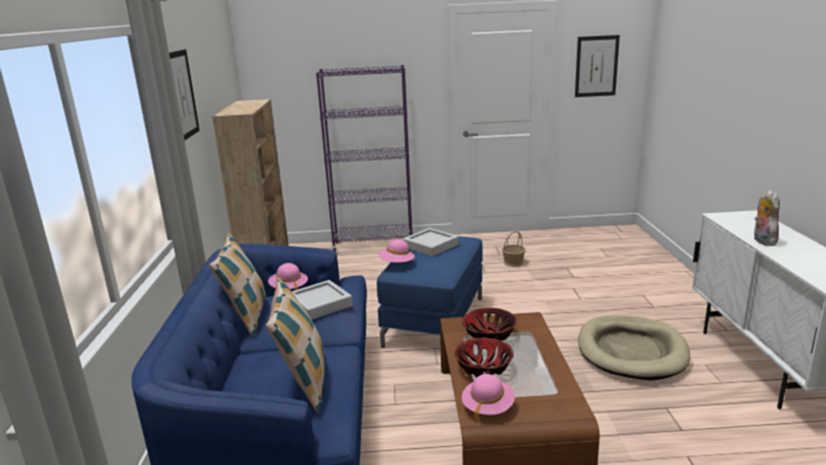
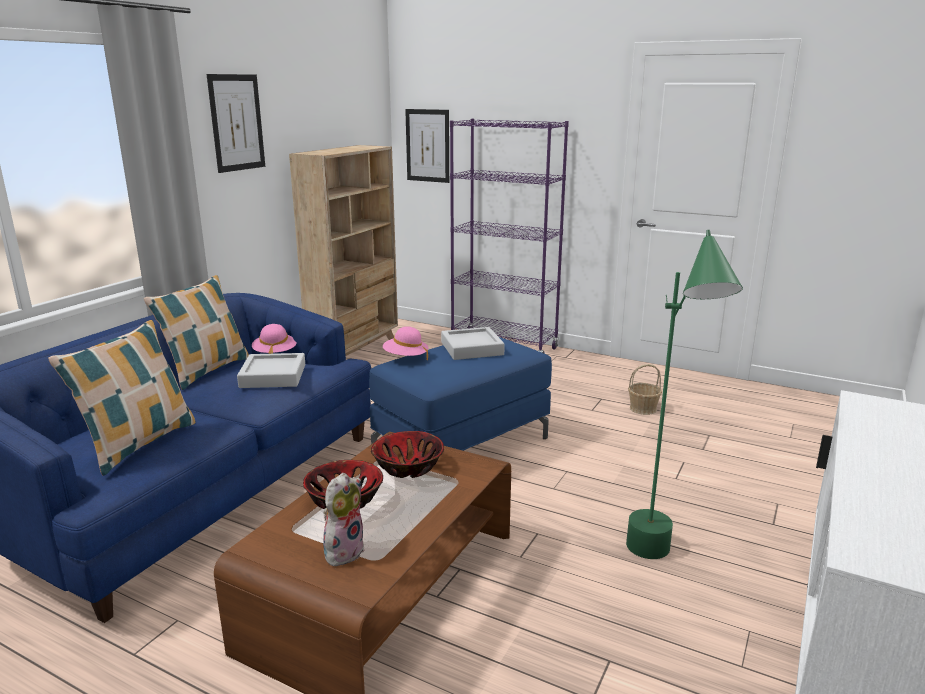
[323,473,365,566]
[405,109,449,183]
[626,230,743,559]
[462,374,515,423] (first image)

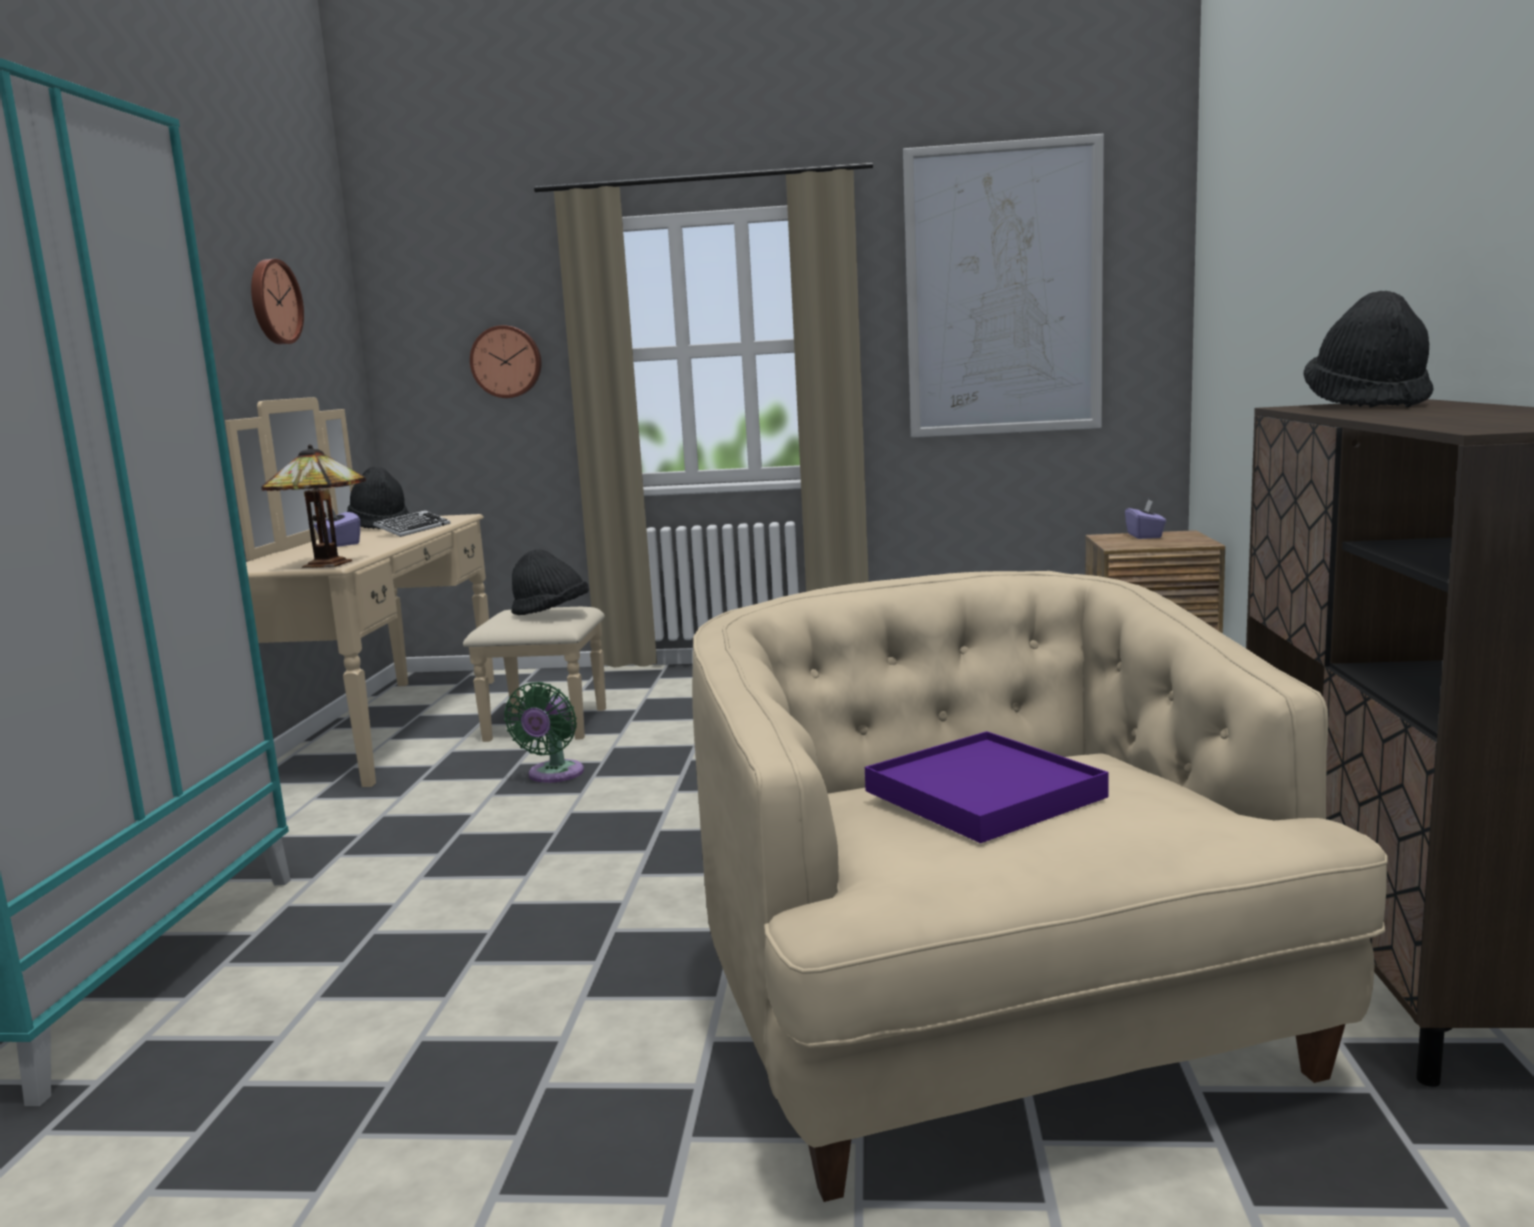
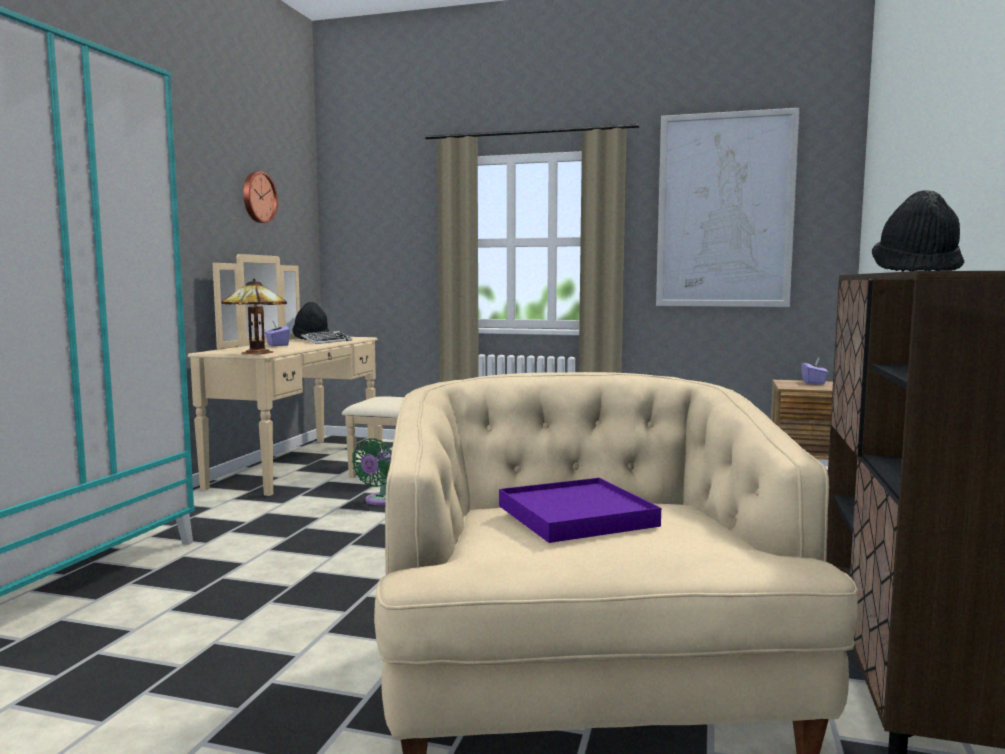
[470,325,541,398] (first image)
[511,549,589,615] (first image)

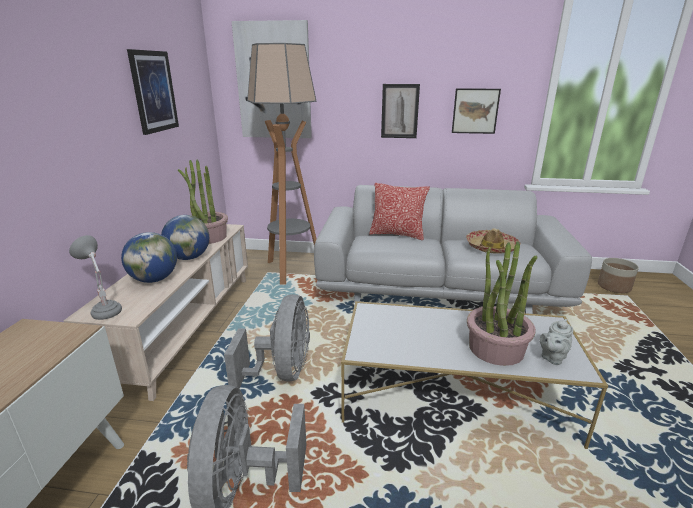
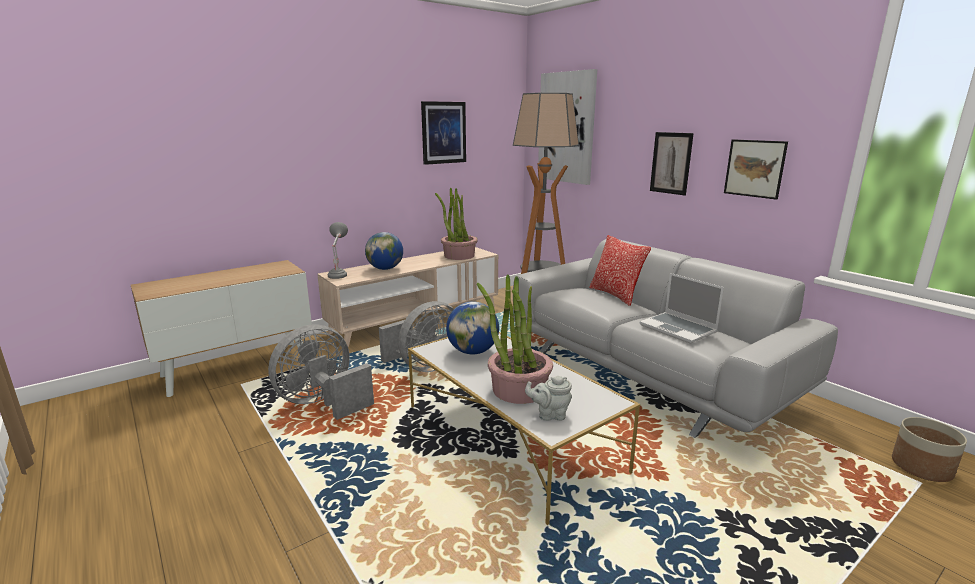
[446,301,499,354]
[640,273,724,344]

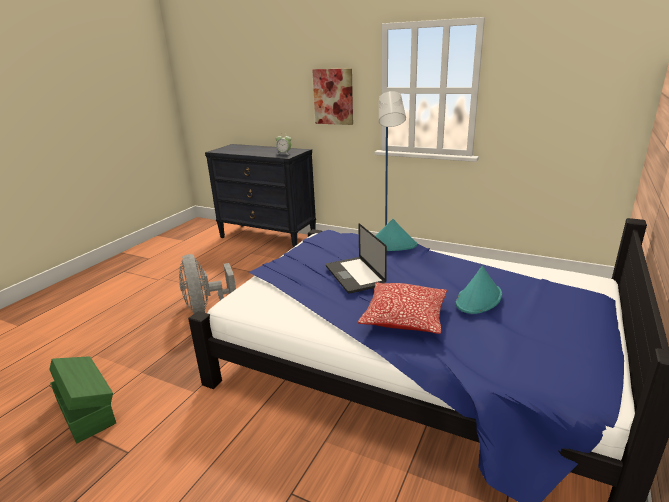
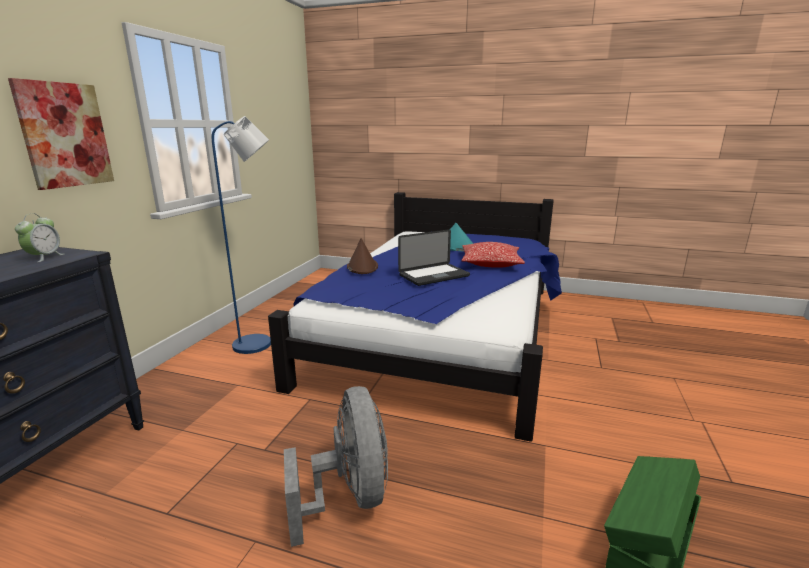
[284,386,388,547]
[347,238,378,274]

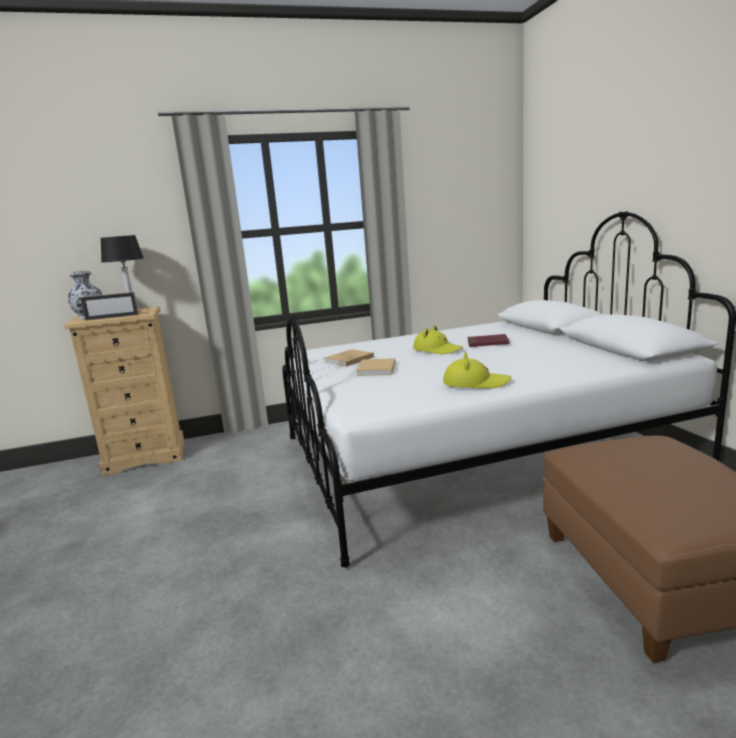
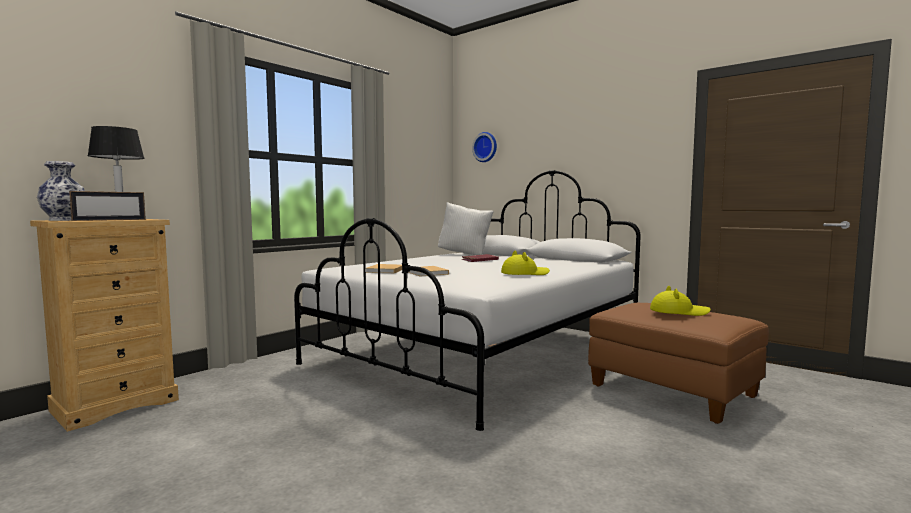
[438,202,494,255]
[472,132,497,162]
[650,286,711,316]

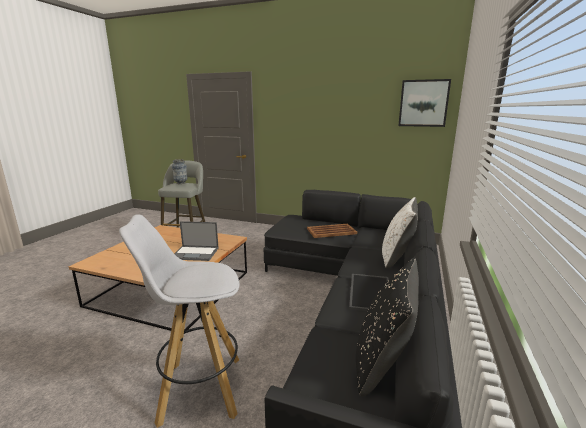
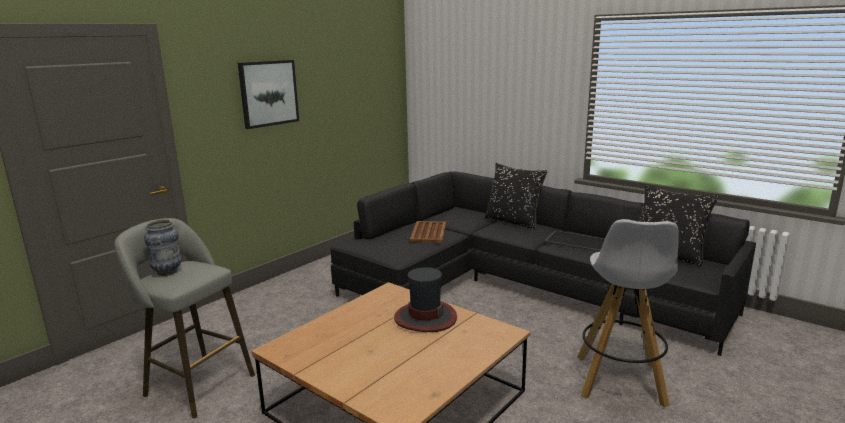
[238,60,299,129]
[394,267,457,332]
[485,163,547,229]

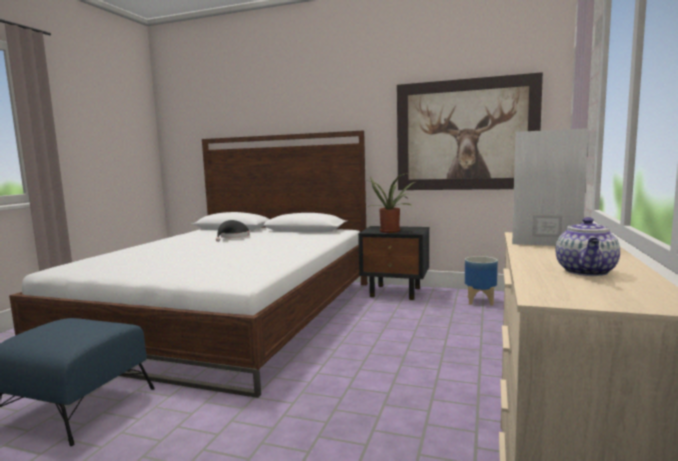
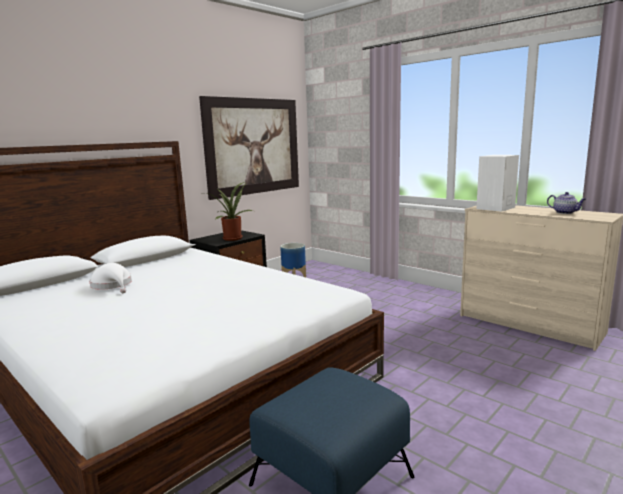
[89,263,132,293]

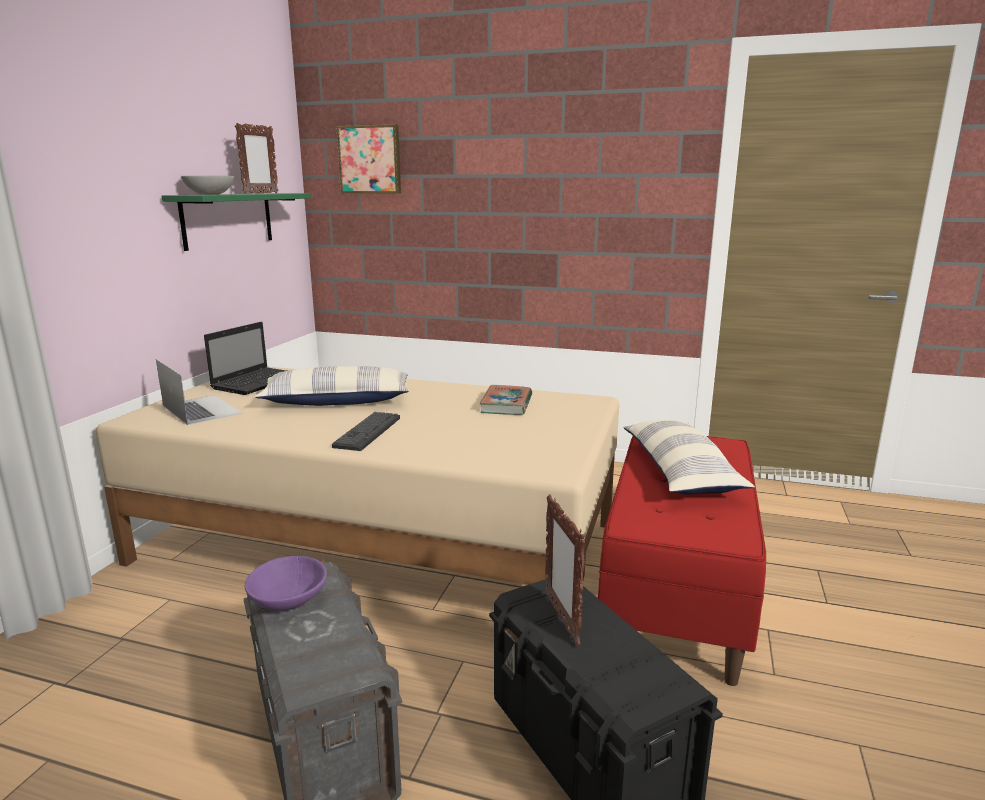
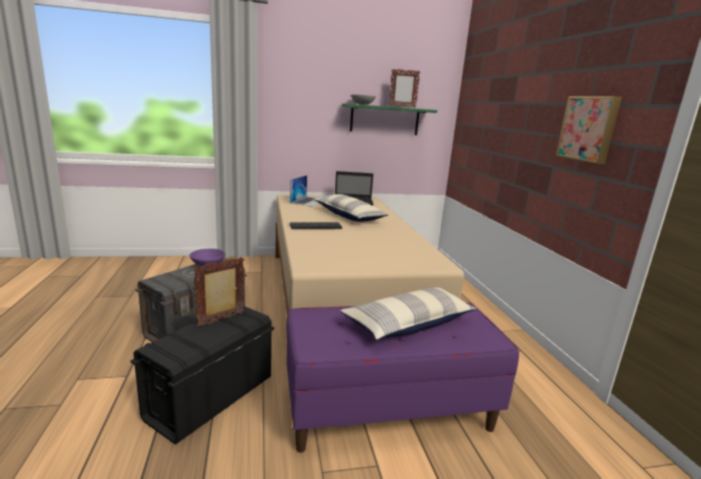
[286,302,519,453]
[556,96,622,164]
[479,385,532,415] (first image)

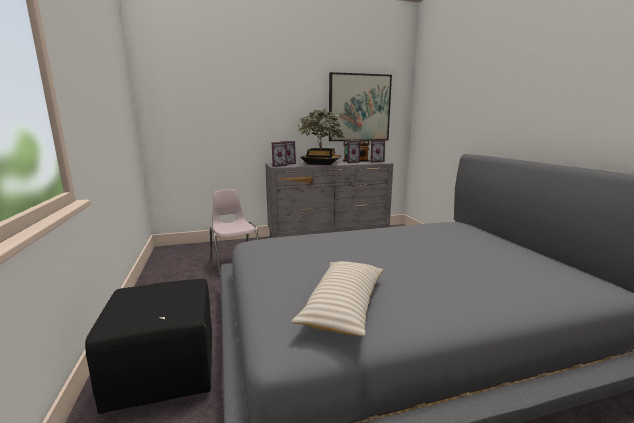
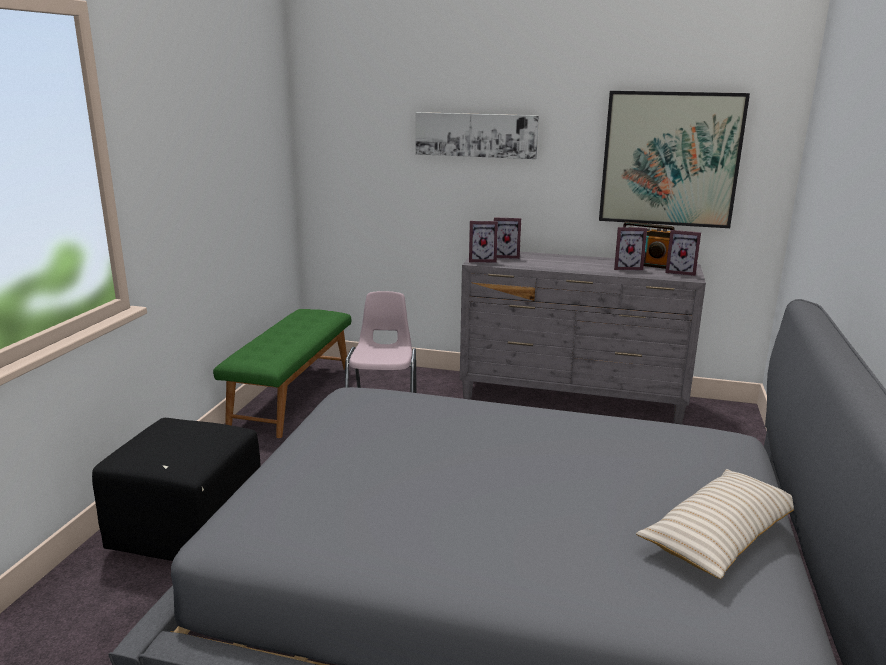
[213,309,351,438]
[416,112,539,159]
[636,469,794,579]
[297,108,344,165] (first image)

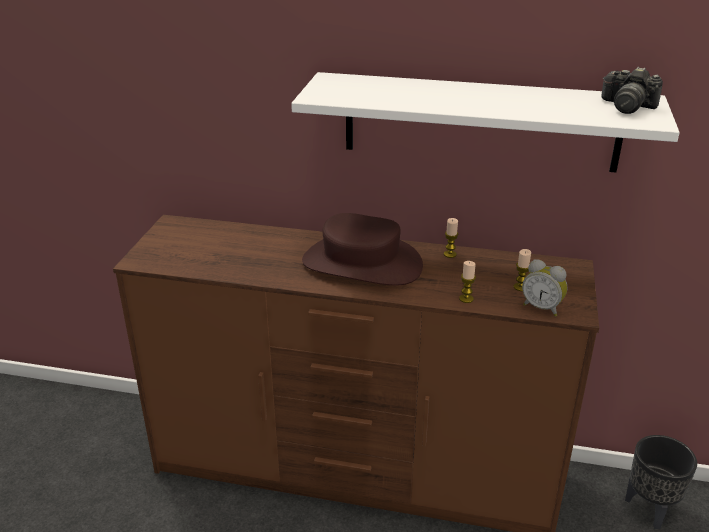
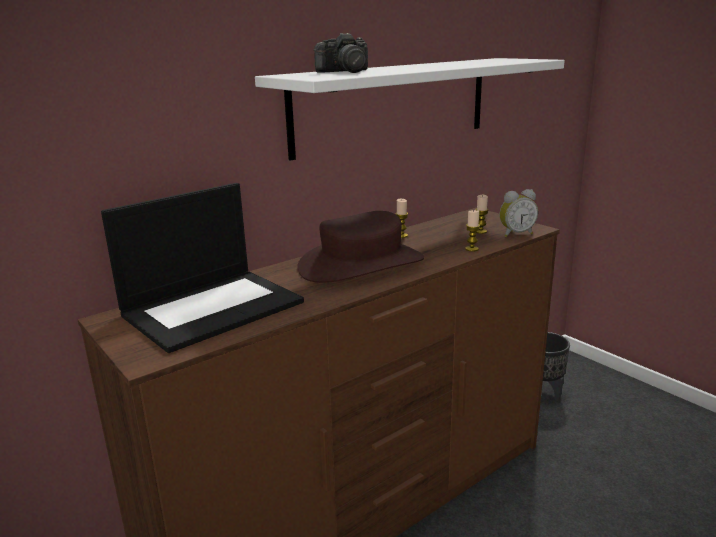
[101,183,304,353]
[313,33,368,73]

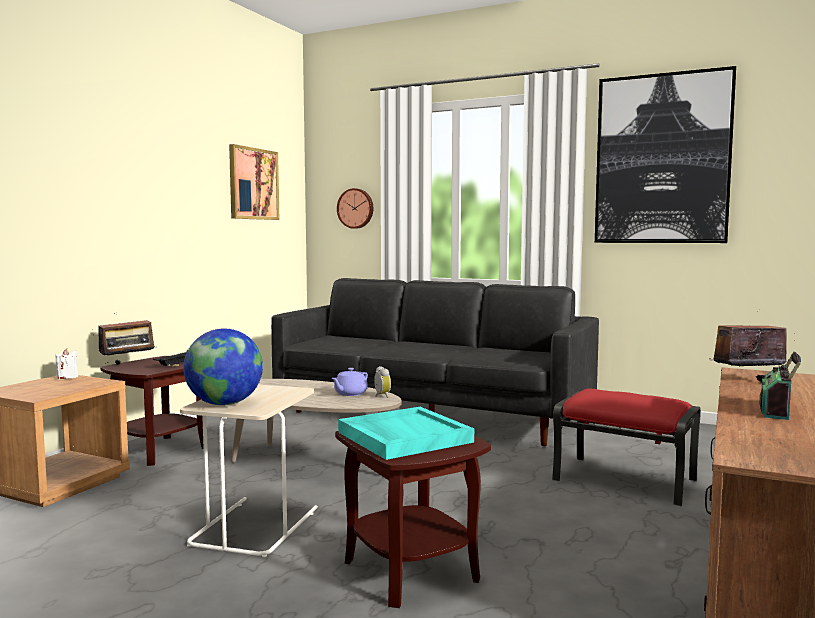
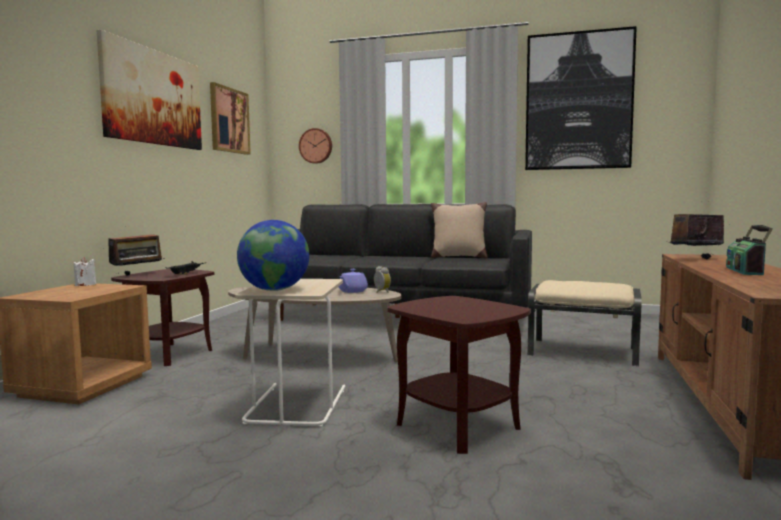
[97,30,202,150]
[431,202,487,259]
[527,280,642,366]
[338,407,474,460] (first image)

